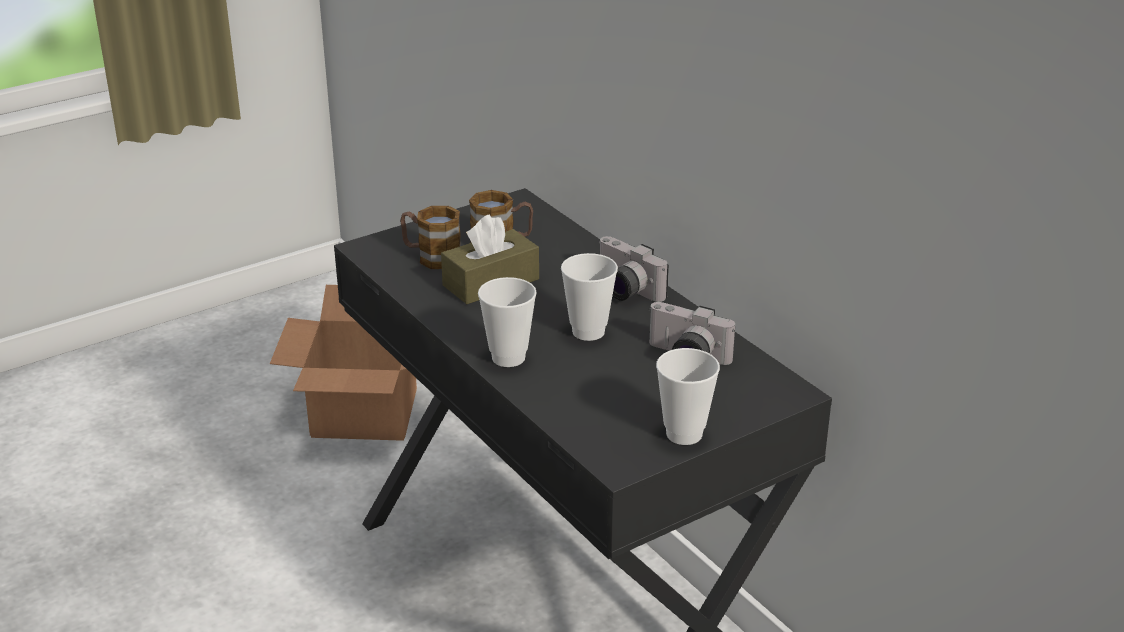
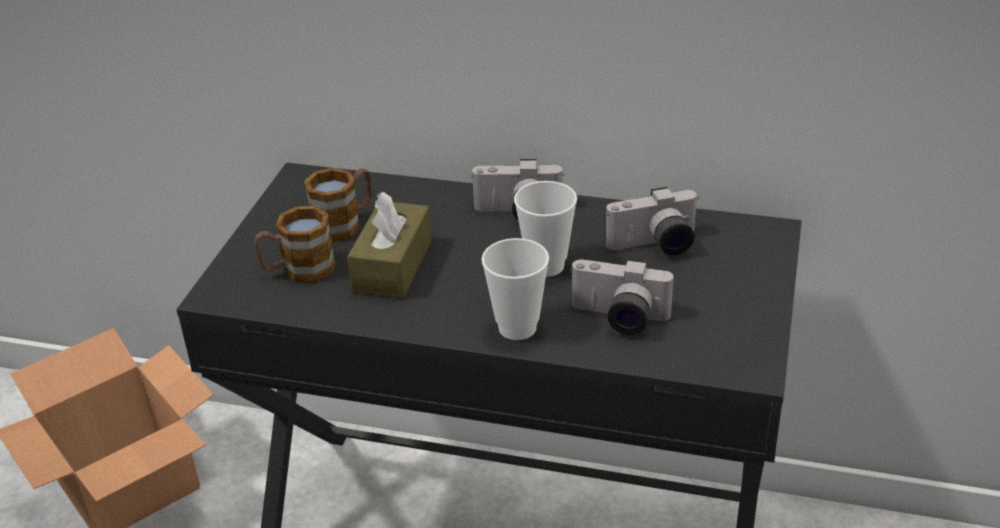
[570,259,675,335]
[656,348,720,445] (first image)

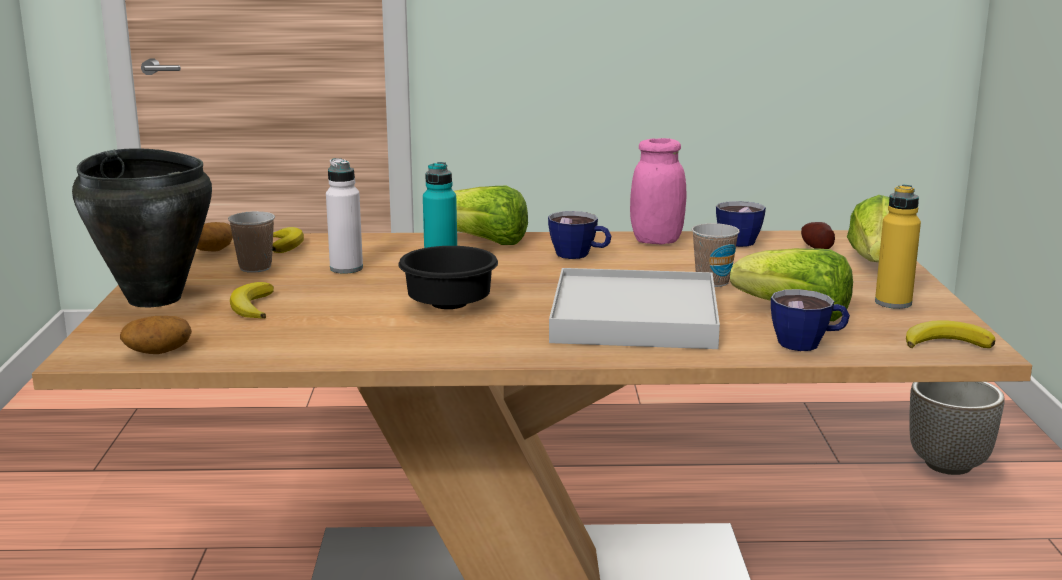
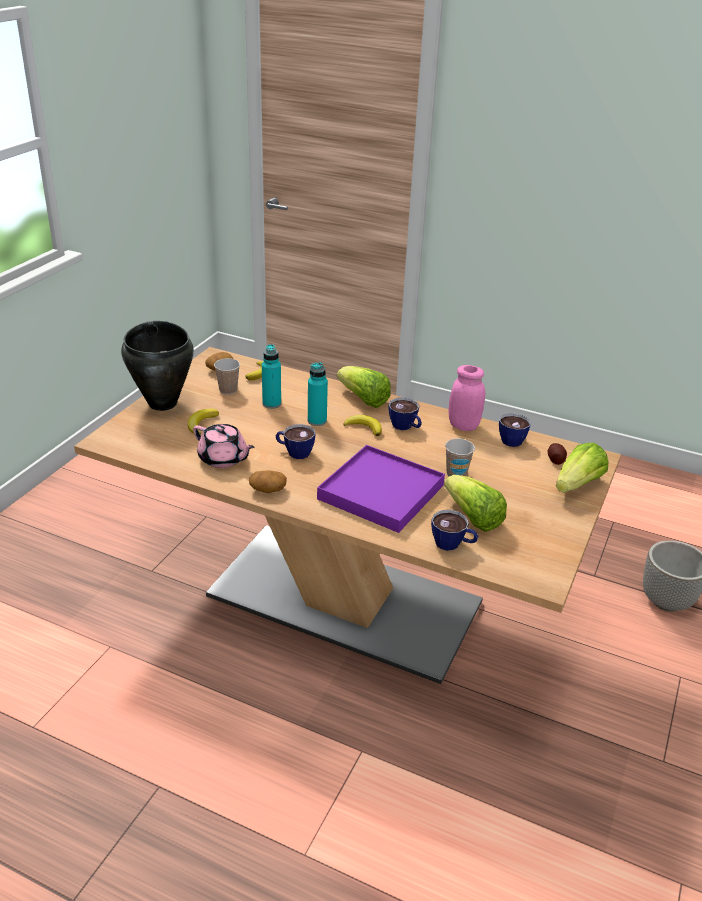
[193,424,255,468]
[249,471,287,493]
[262,344,281,409]
[276,424,315,459]
[317,445,445,533]
[343,415,382,436]
[875,184,921,309] (first image)

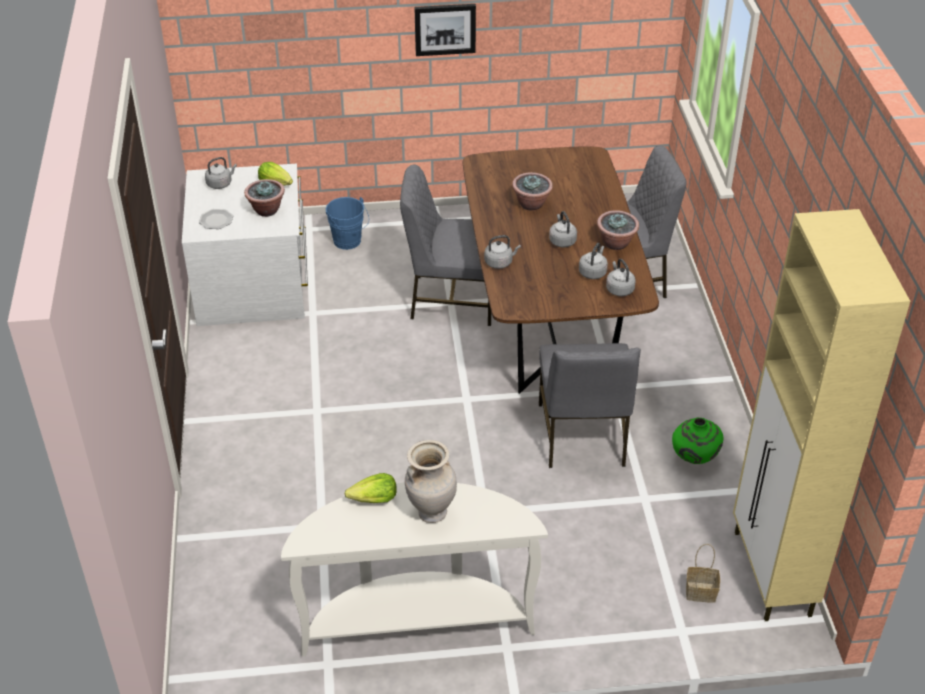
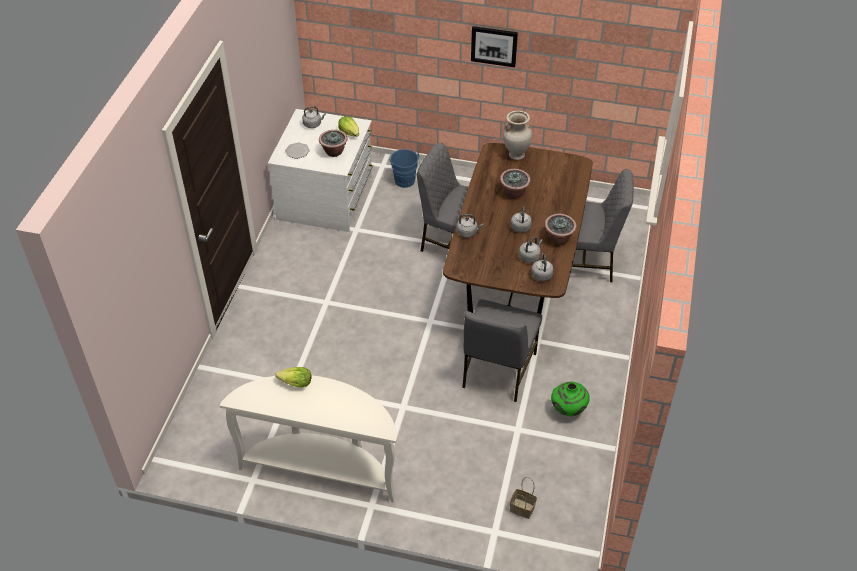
[503,110,532,160]
[733,209,910,621] (first image)

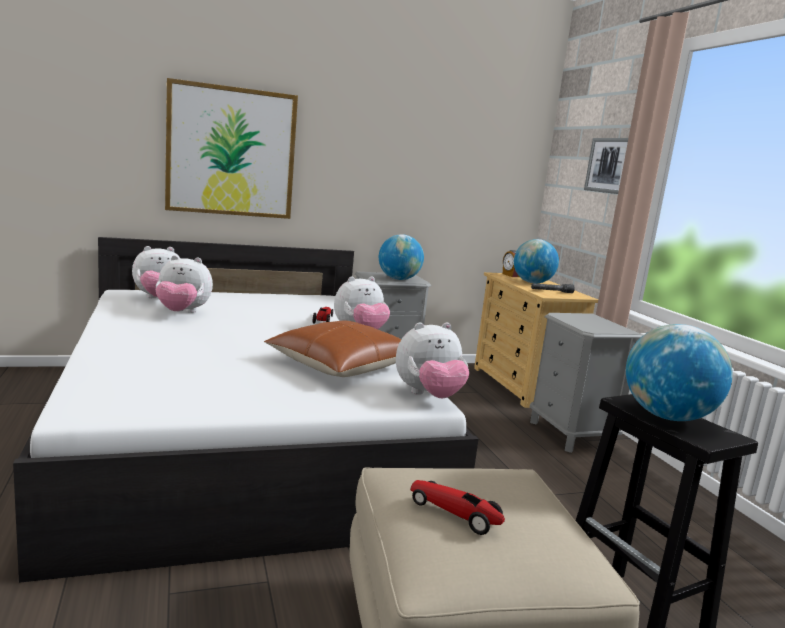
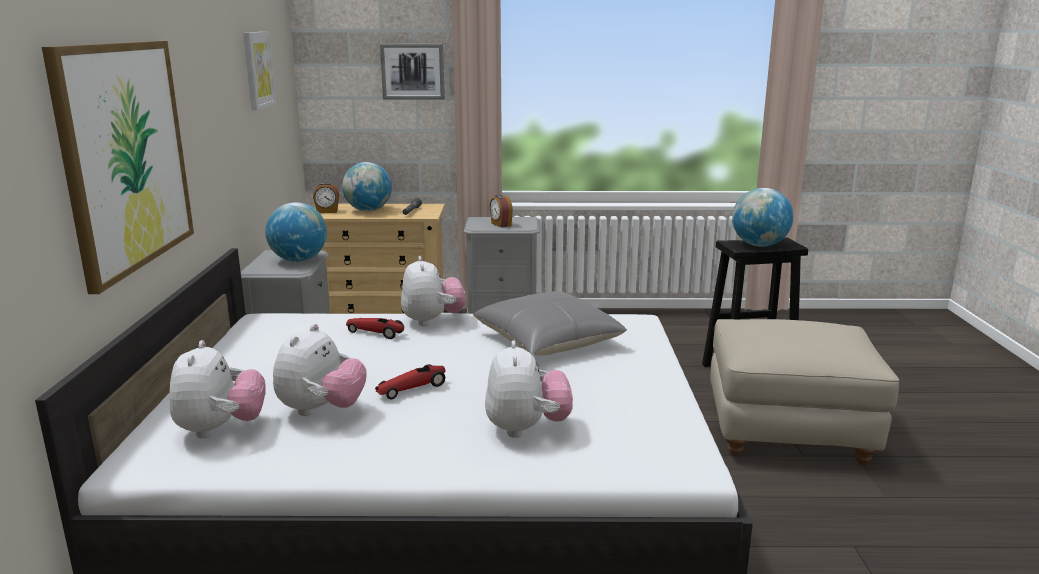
[243,32,276,110]
[375,364,445,399]
[473,291,627,356]
[485,341,573,438]
[490,195,513,228]

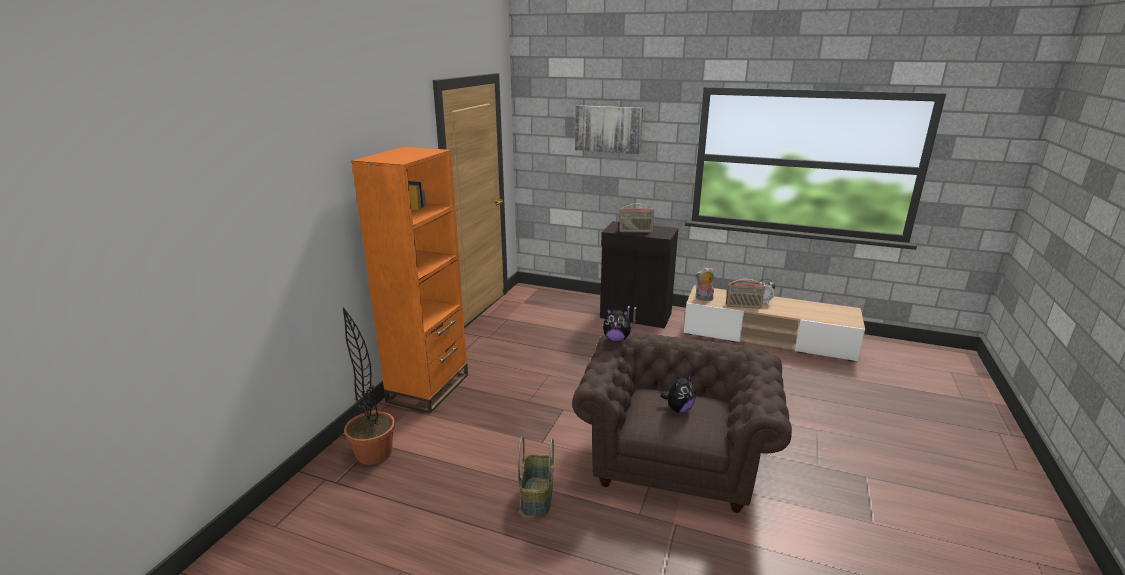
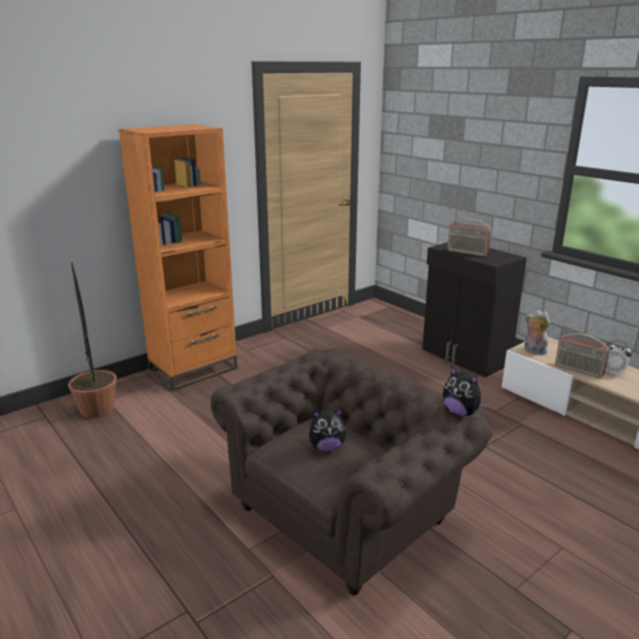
[443,366,488,416]
[518,436,554,516] (first image)
[575,105,643,154] (first image)

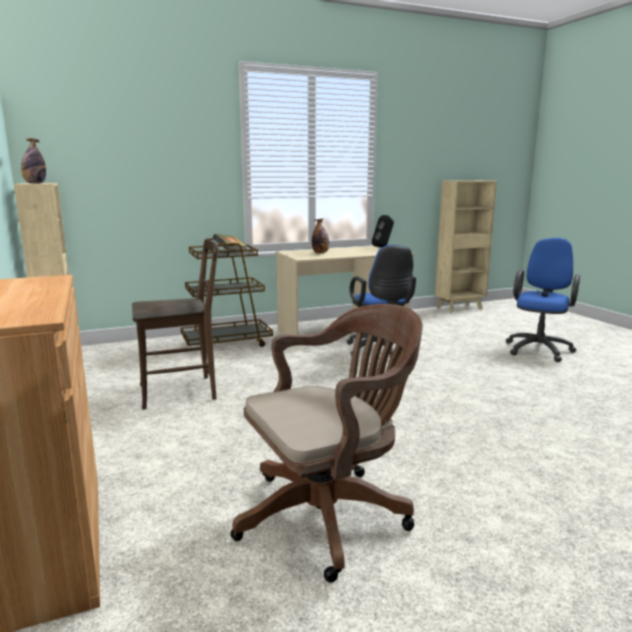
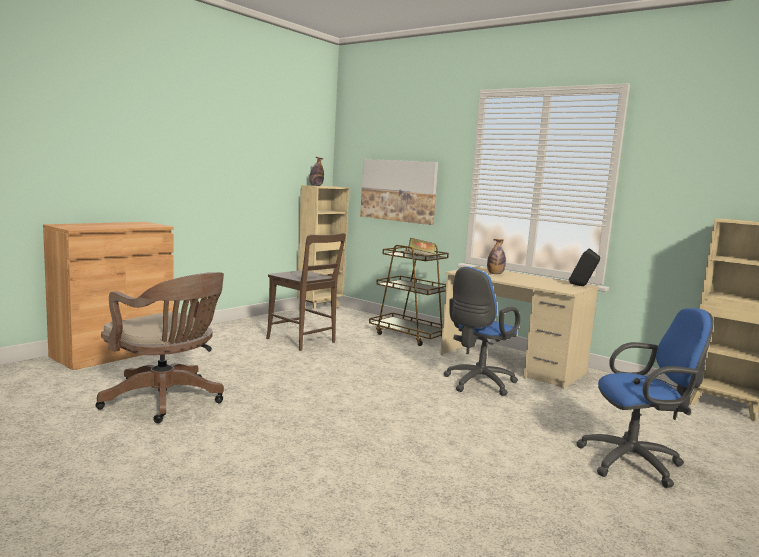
[360,159,438,225]

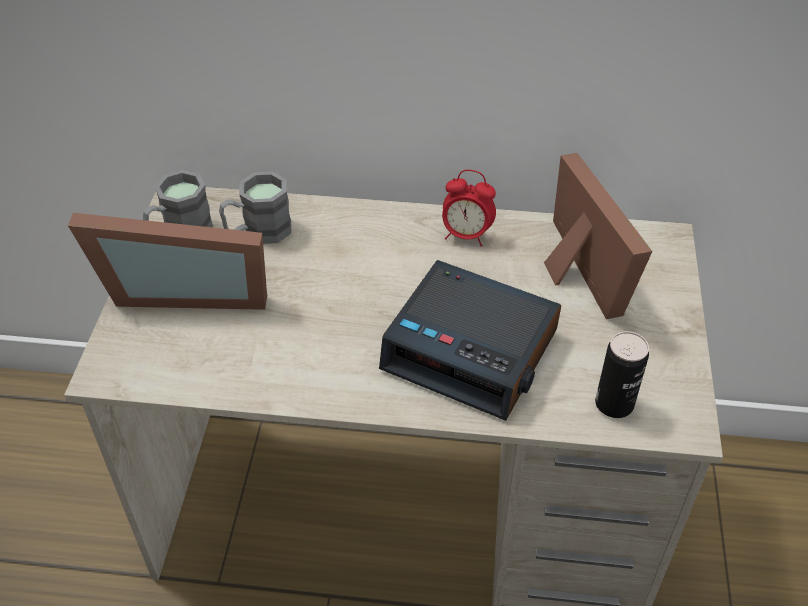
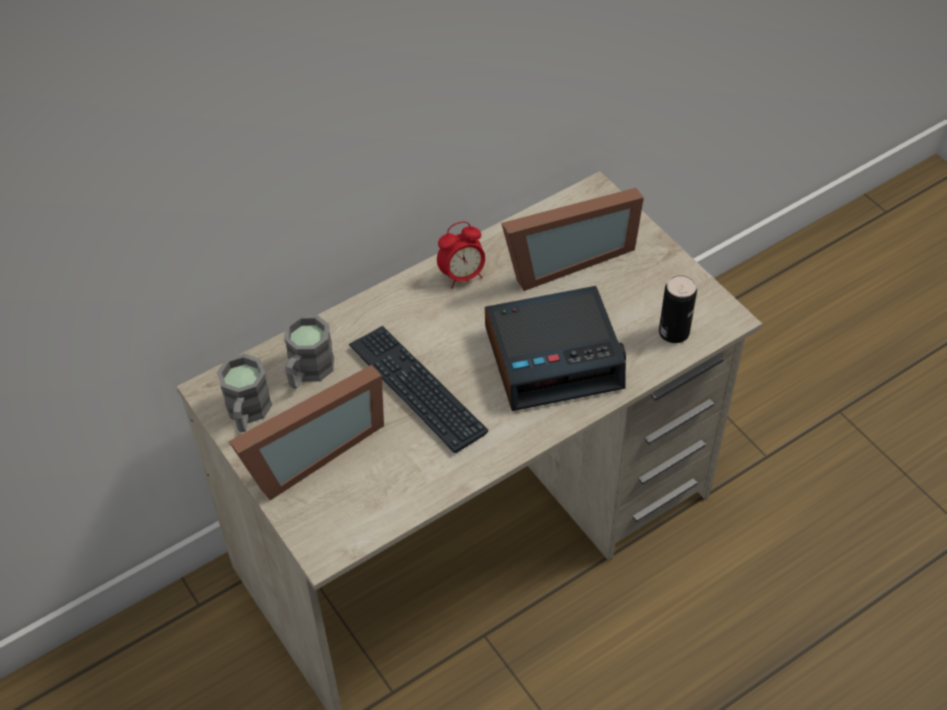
[349,326,488,453]
[501,188,644,291]

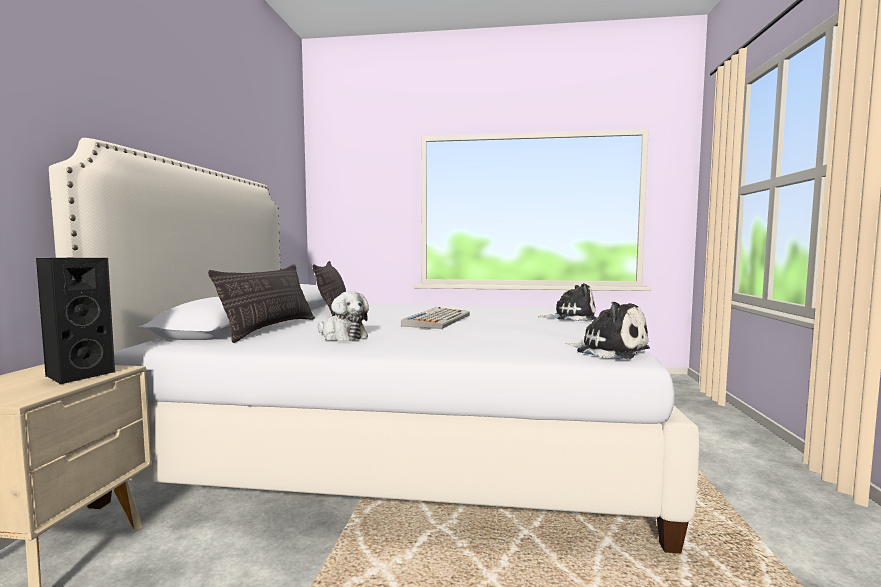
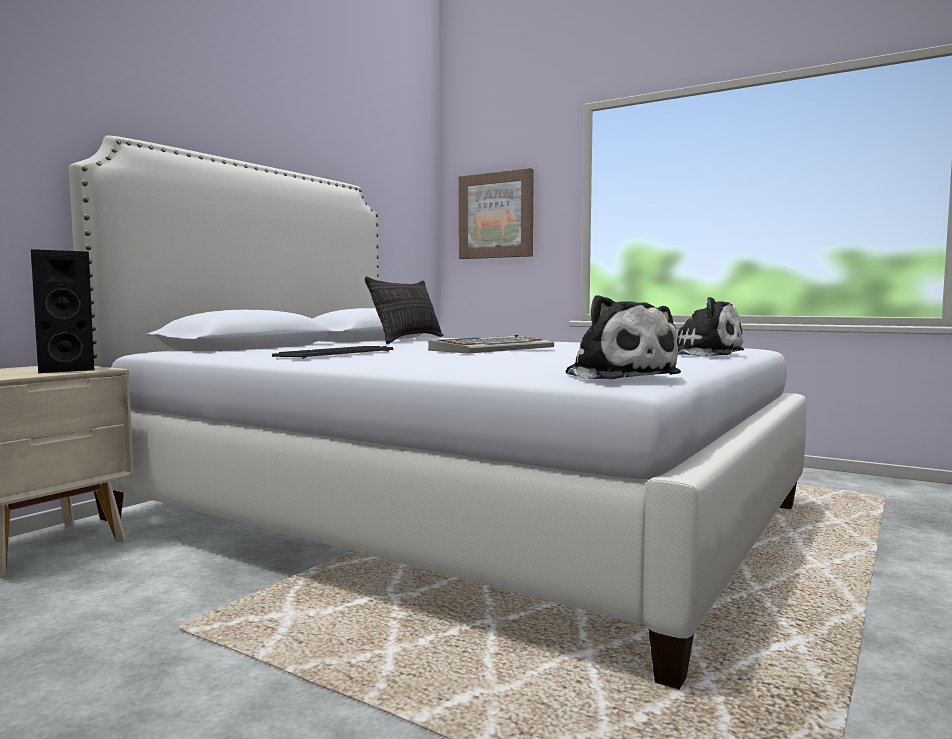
[272,346,393,359]
[458,168,534,259]
[208,265,315,343] (first image)

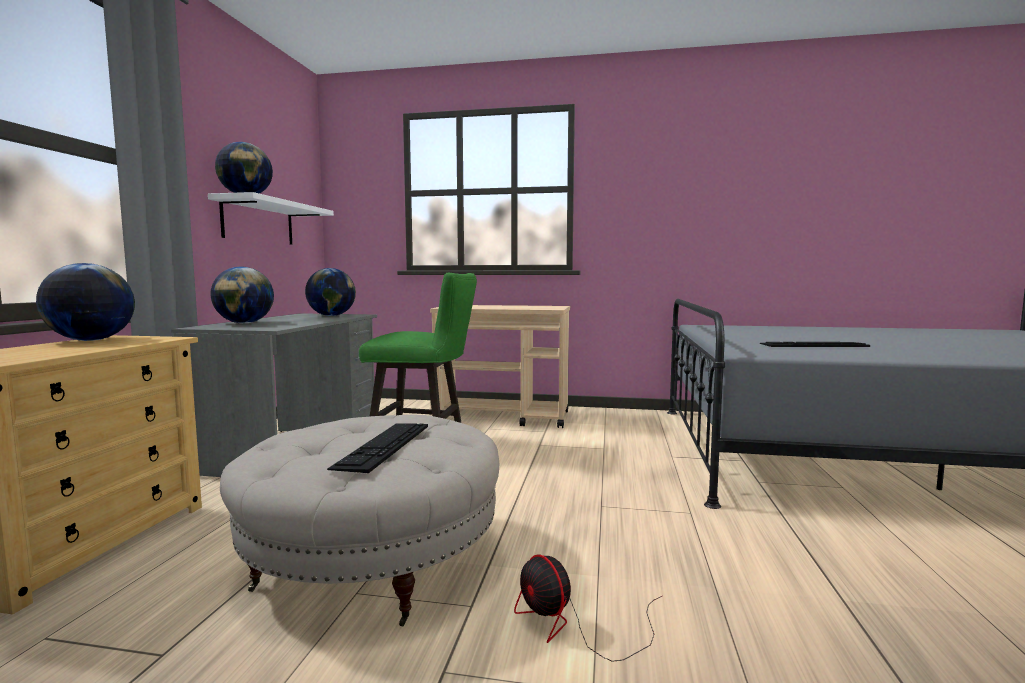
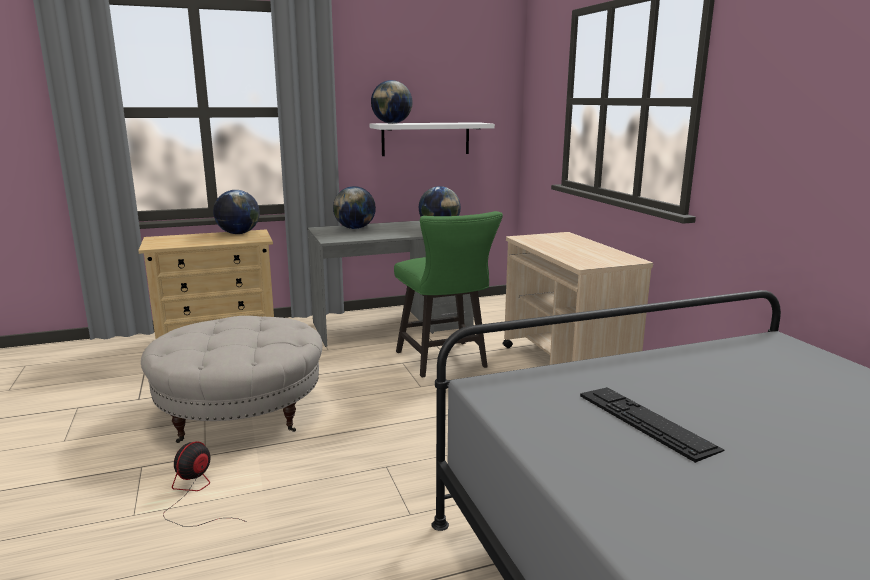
[327,423,428,473] (first image)

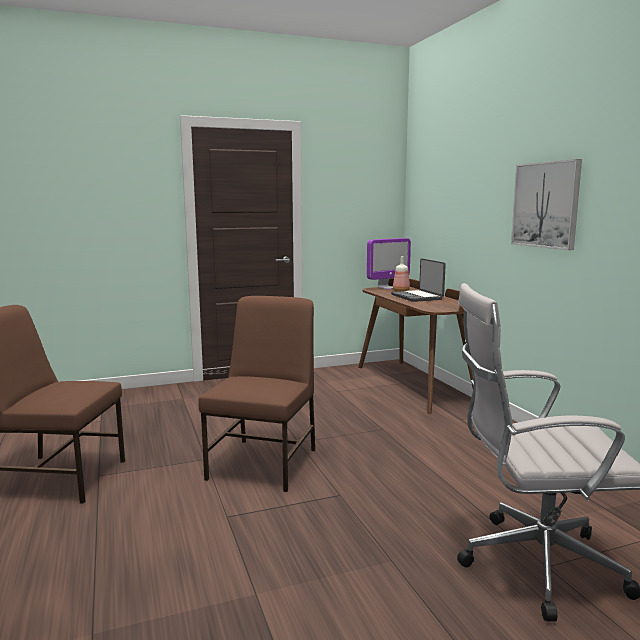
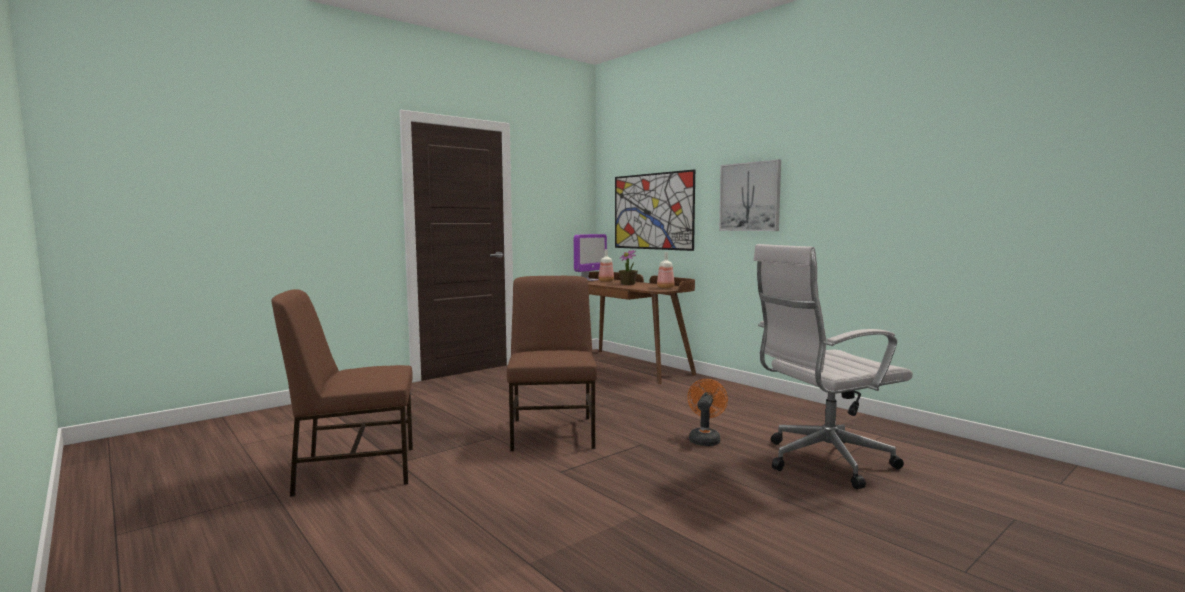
[615,169,695,251]
[619,250,638,285]
[657,252,675,289]
[687,379,728,446]

